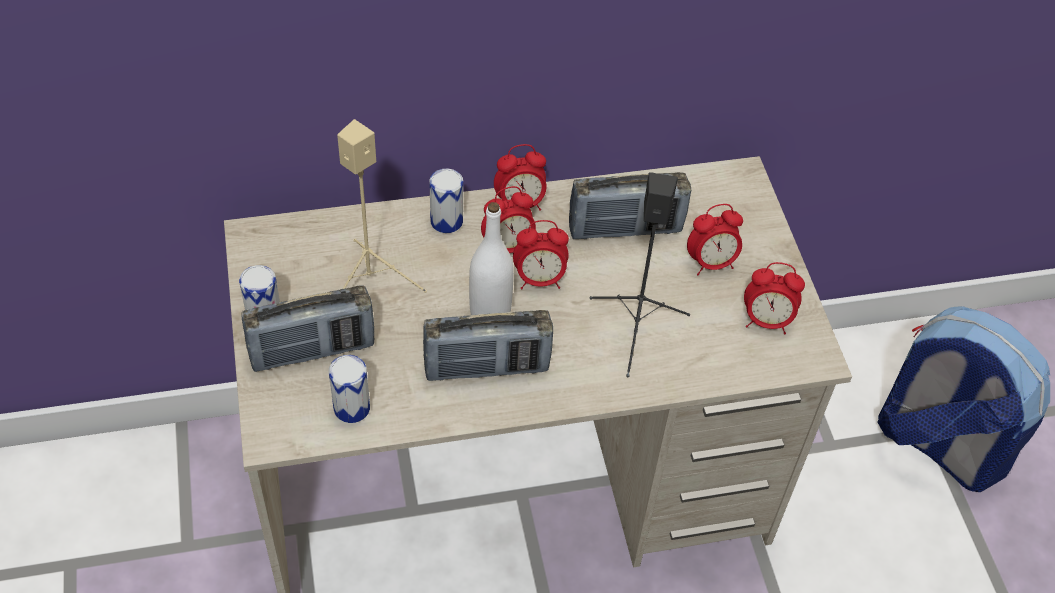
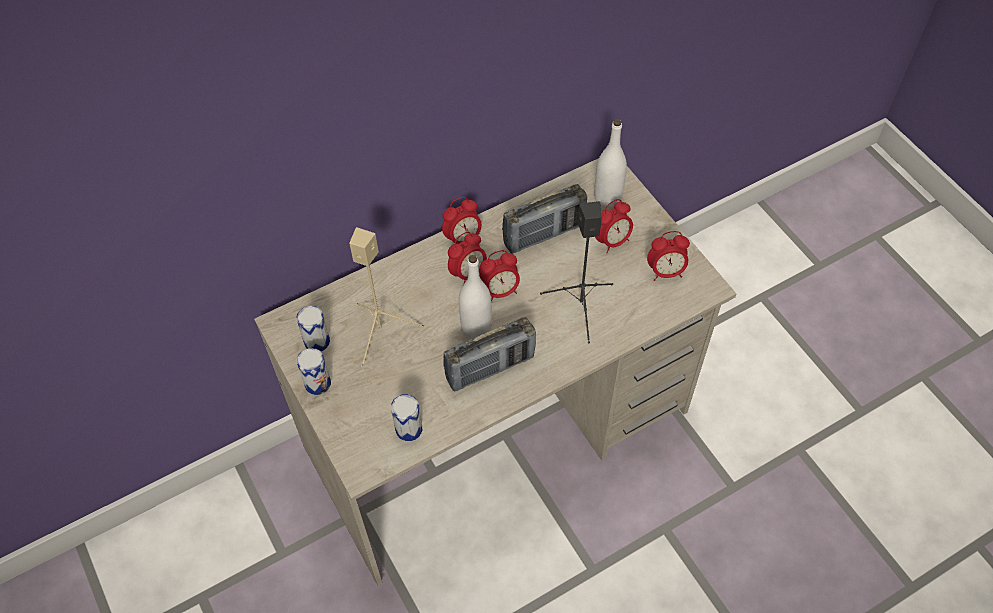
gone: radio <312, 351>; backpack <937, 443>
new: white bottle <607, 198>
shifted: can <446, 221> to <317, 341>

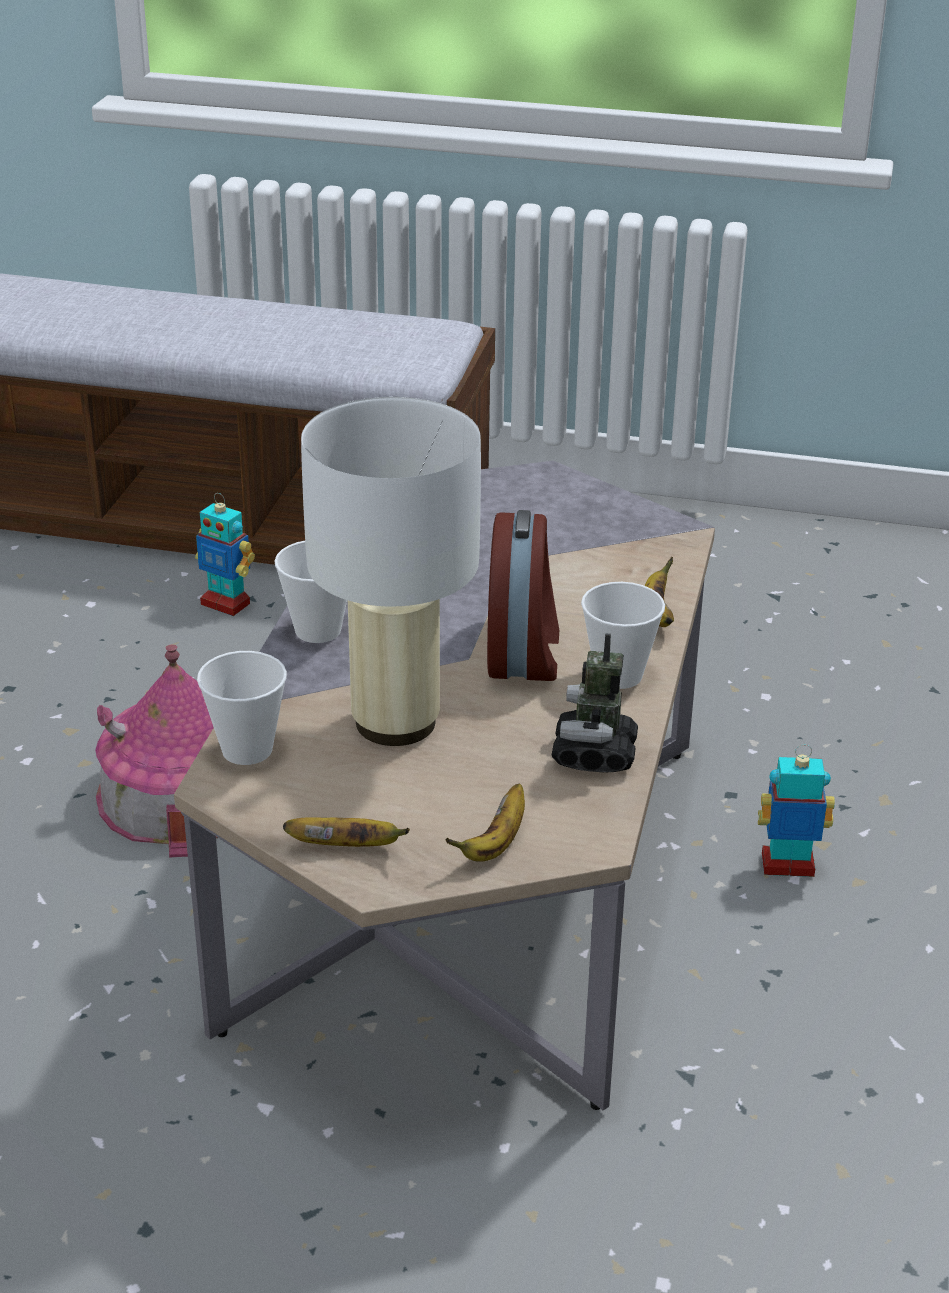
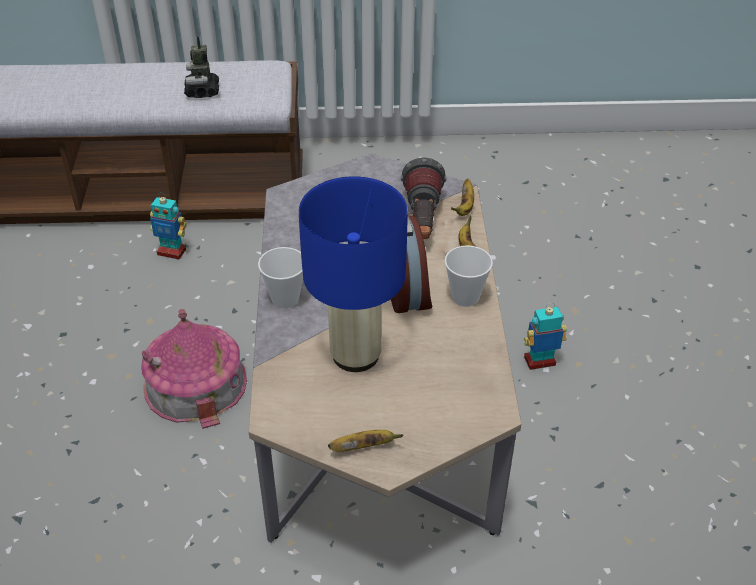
gone: cup <247, 750>
new: flashlight <422, 221>
shifted: banana <495, 844> to <465, 207>; toy robot <594, 754> to <202, 91>
repainted: white table lamp <398, 723> to blue table lamp <357, 355>

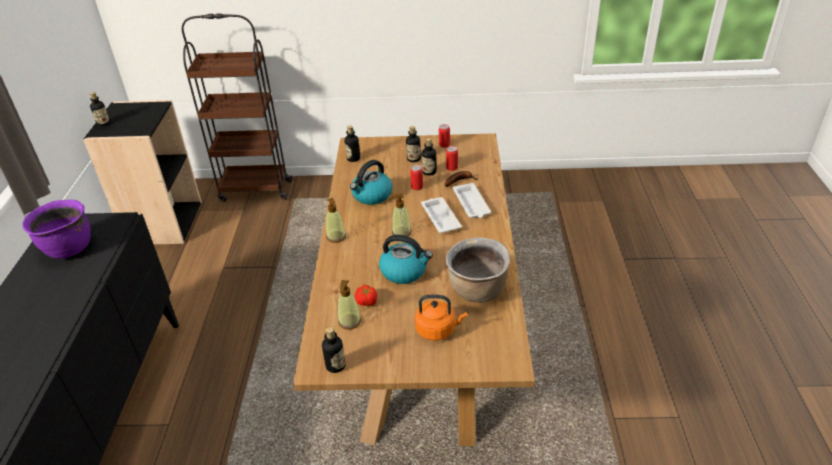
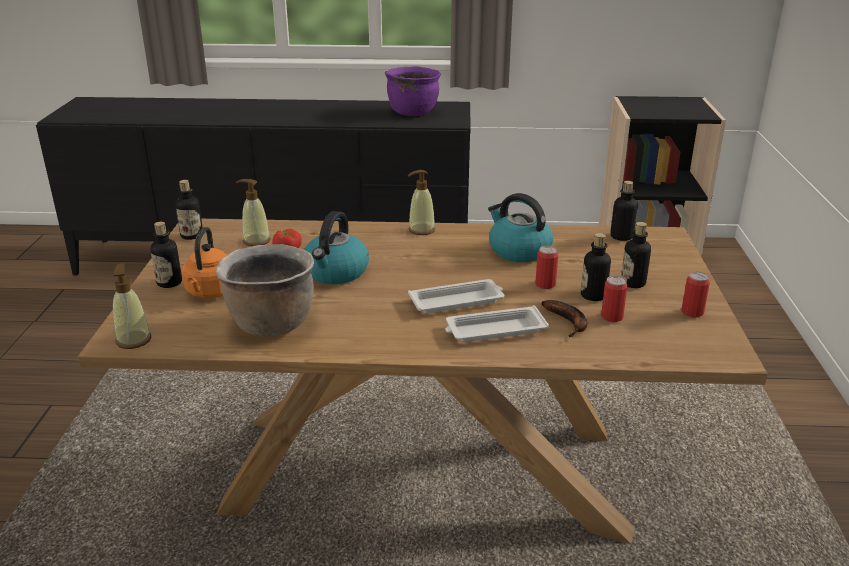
gone: brown cart <256, 191>
shifted: bottle <103, 123> to <169, 283>; soap dispenser <401, 232> to <133, 340>

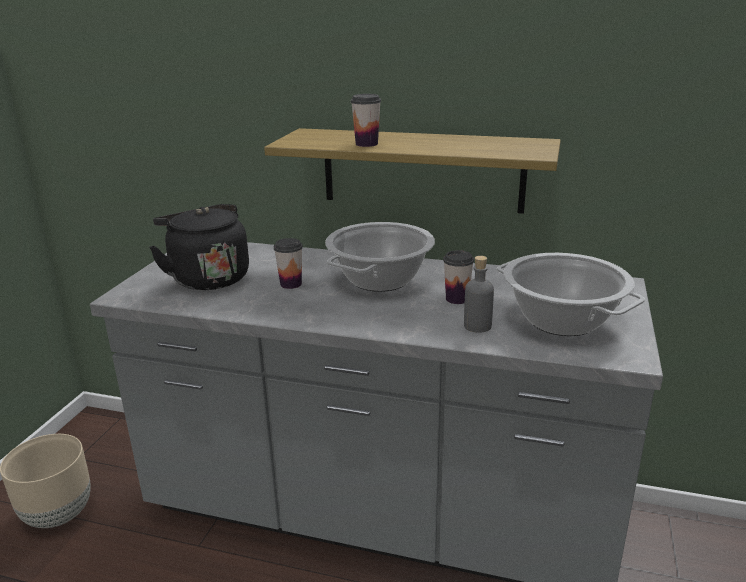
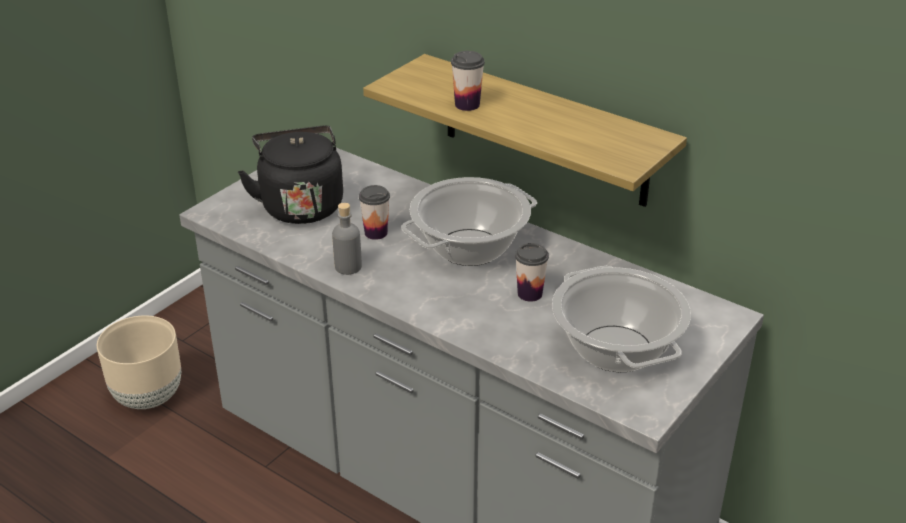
shifted: grey bottle <477, 326> to <348, 267>

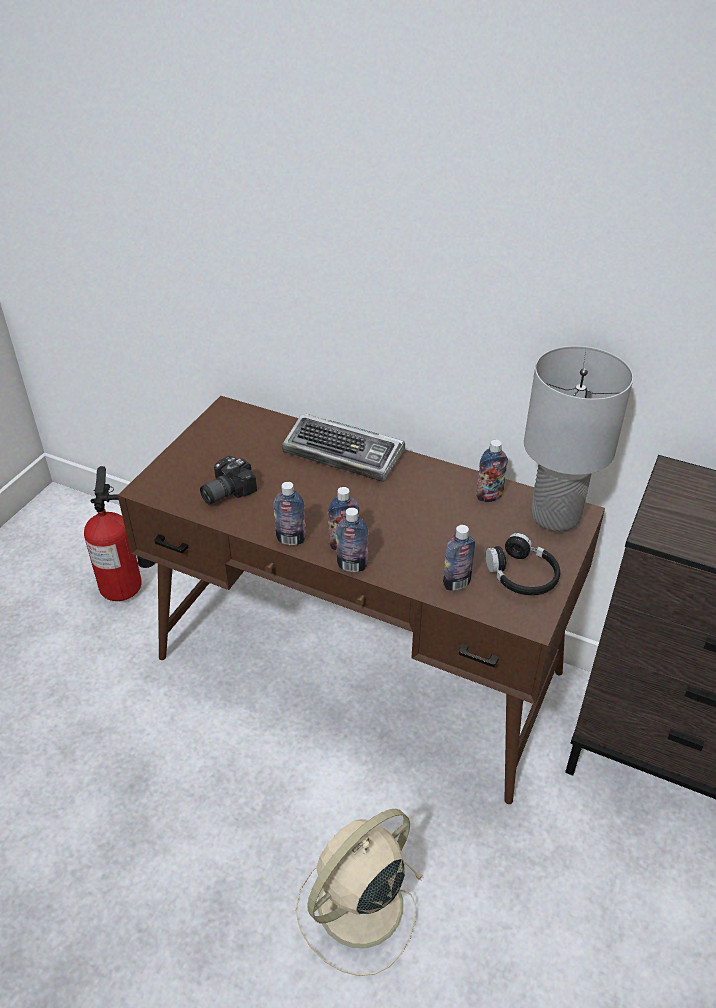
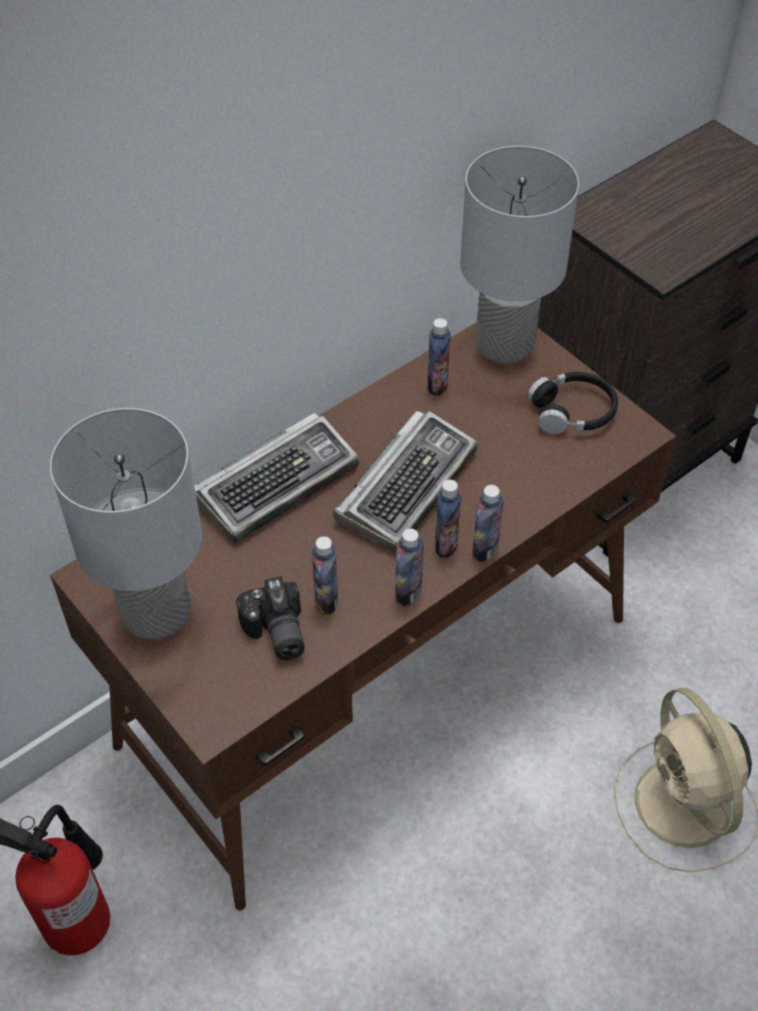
new: grey table lamp <157, 616>; keyboard <407, 486>
shifted: bottle <456, 583> to <326, 600>

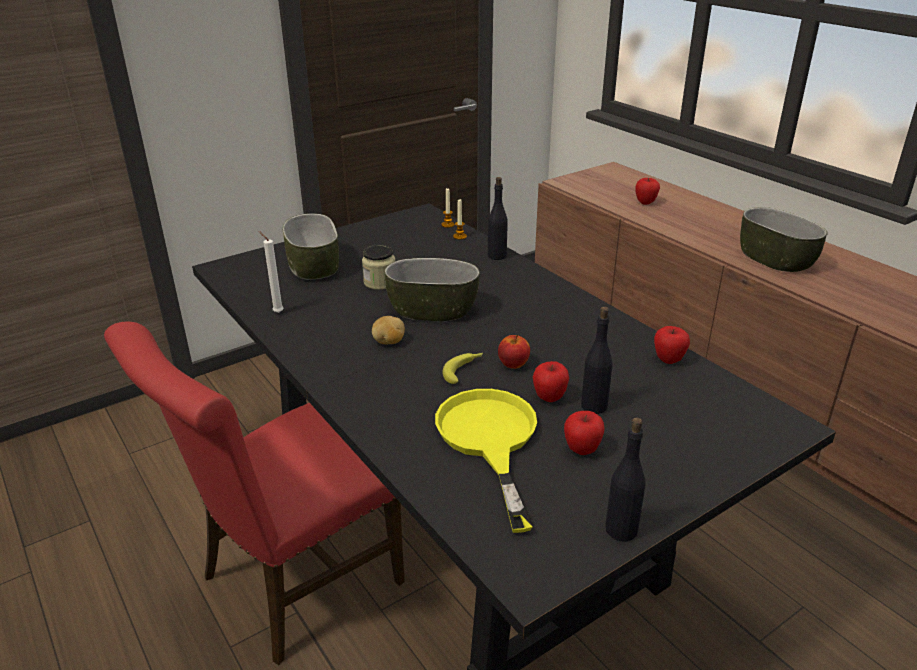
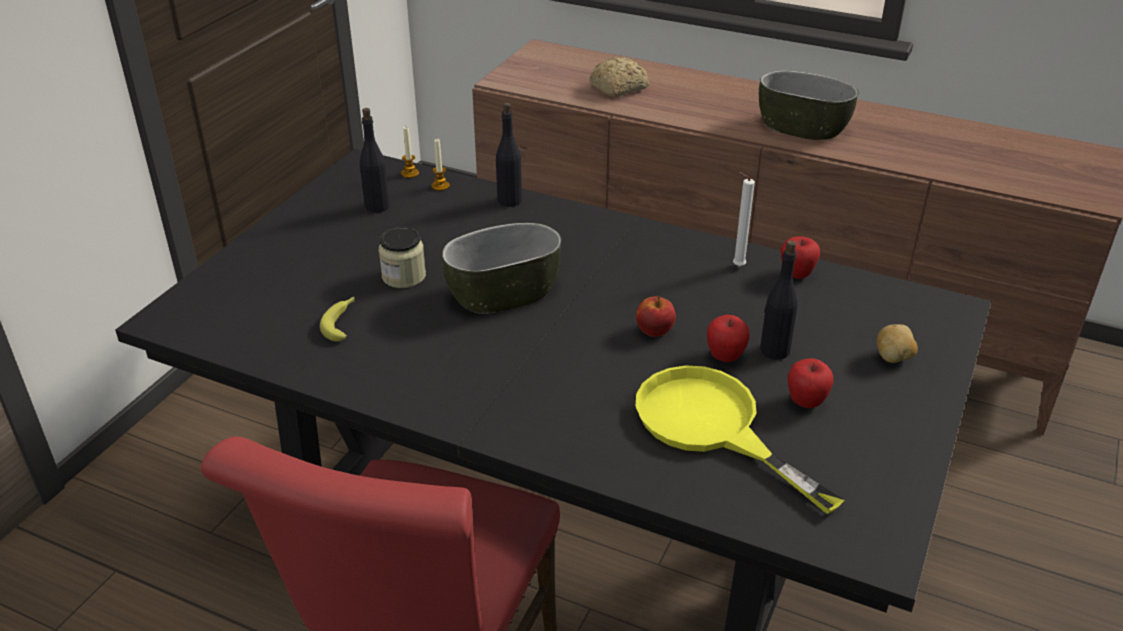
gone: bowl <314, 266>
shifted: white candle <277, 312> to <736, 266>; potato <389, 342> to <893, 358>; banana <464, 370> to <342, 322>; black bottle <621, 529> to <377, 206>
swapped: apple <645, 203> to bread <617, 88>

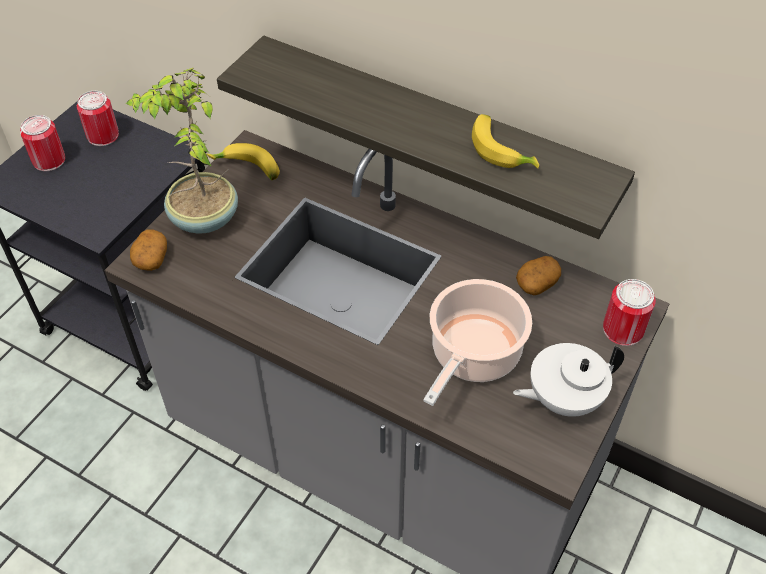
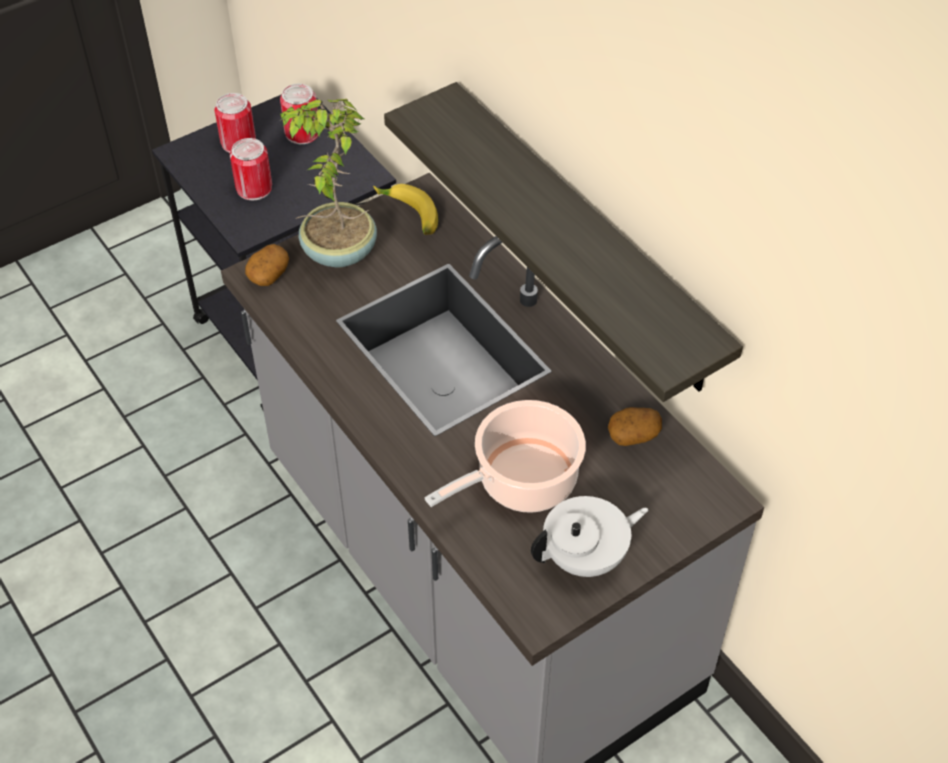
gone: banana <502, 150>
shifted: can <623, 330> to <254, 188>
rotated: white teapot <563, 398> = <586, 557> 150 degrees clockwise

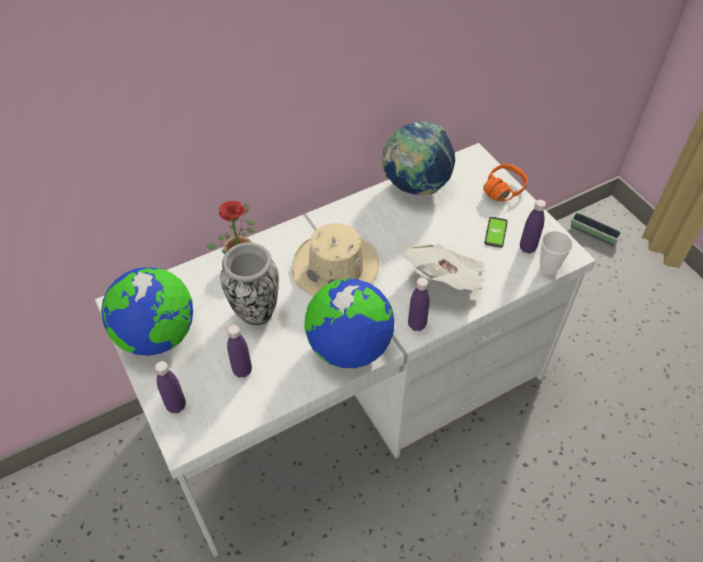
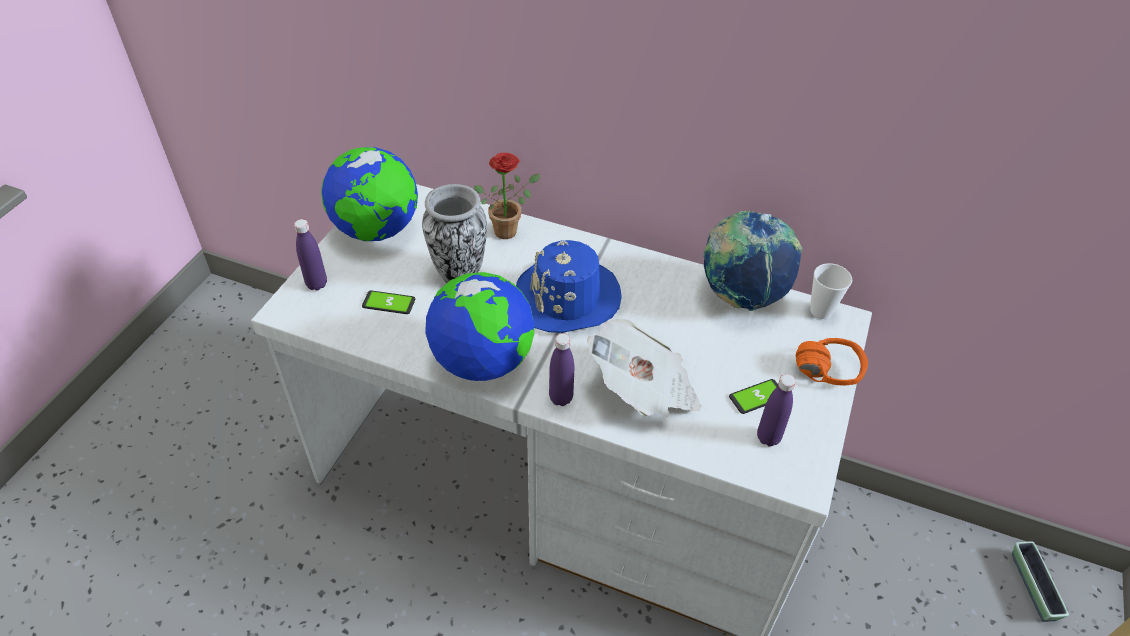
shifted: cup <548, 268> to <821, 311>
swapped: purple bottle <242, 370> to phone <388, 303>
repainted: beige hat <336, 268> to blue hat <567, 298>

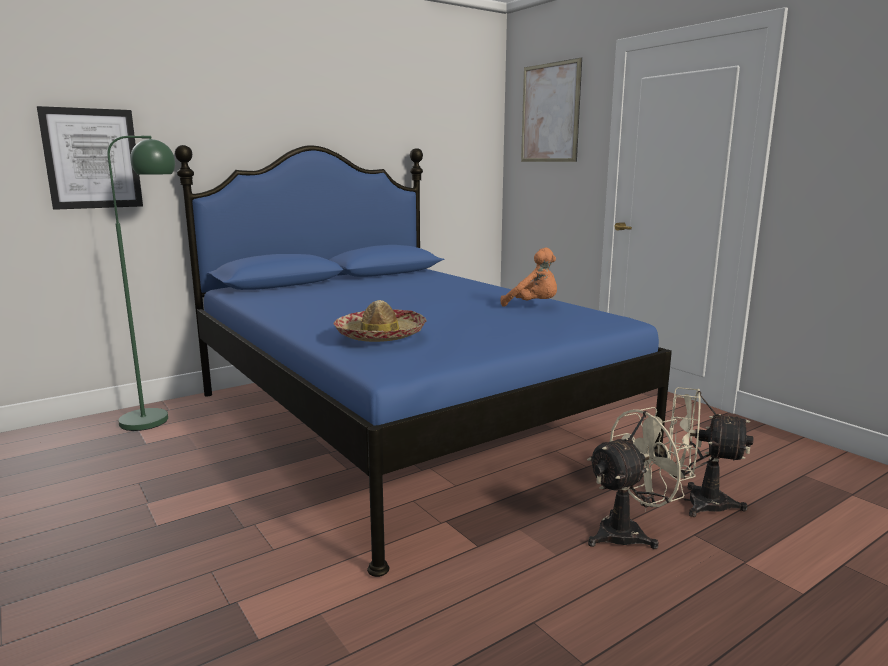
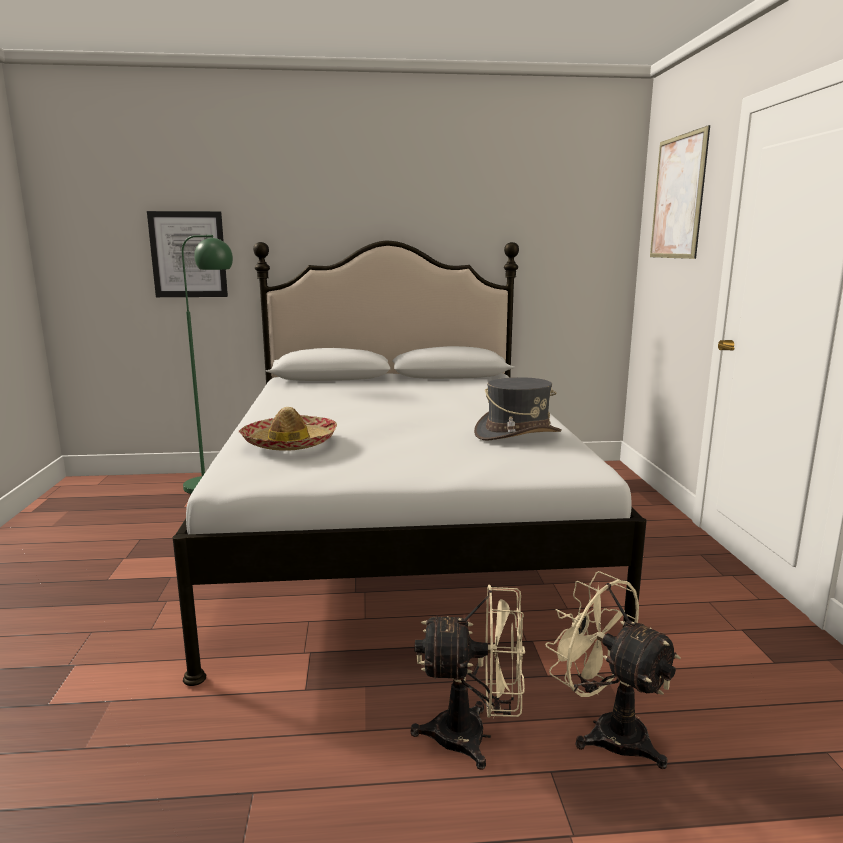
swapped: orange plush toy <534, 305> to grey hat <517, 434>
repainted: blue bed <405, 423> to white bed <400, 539>

